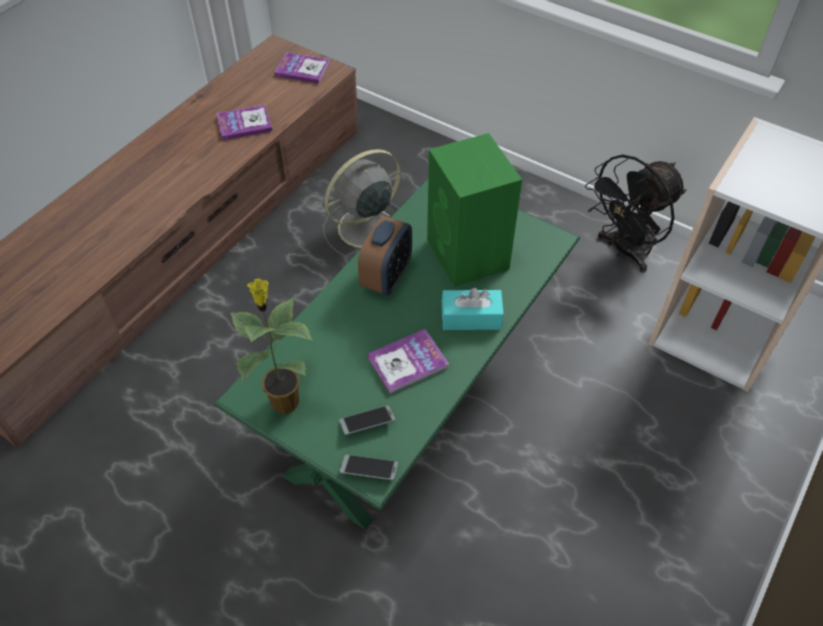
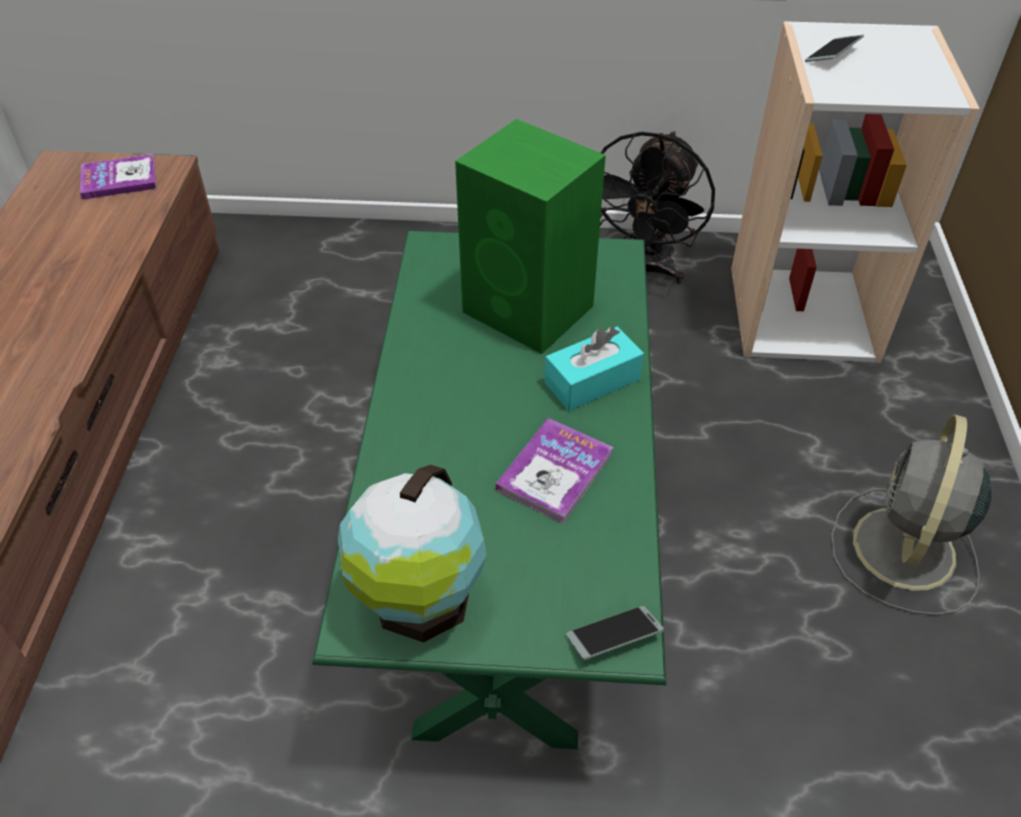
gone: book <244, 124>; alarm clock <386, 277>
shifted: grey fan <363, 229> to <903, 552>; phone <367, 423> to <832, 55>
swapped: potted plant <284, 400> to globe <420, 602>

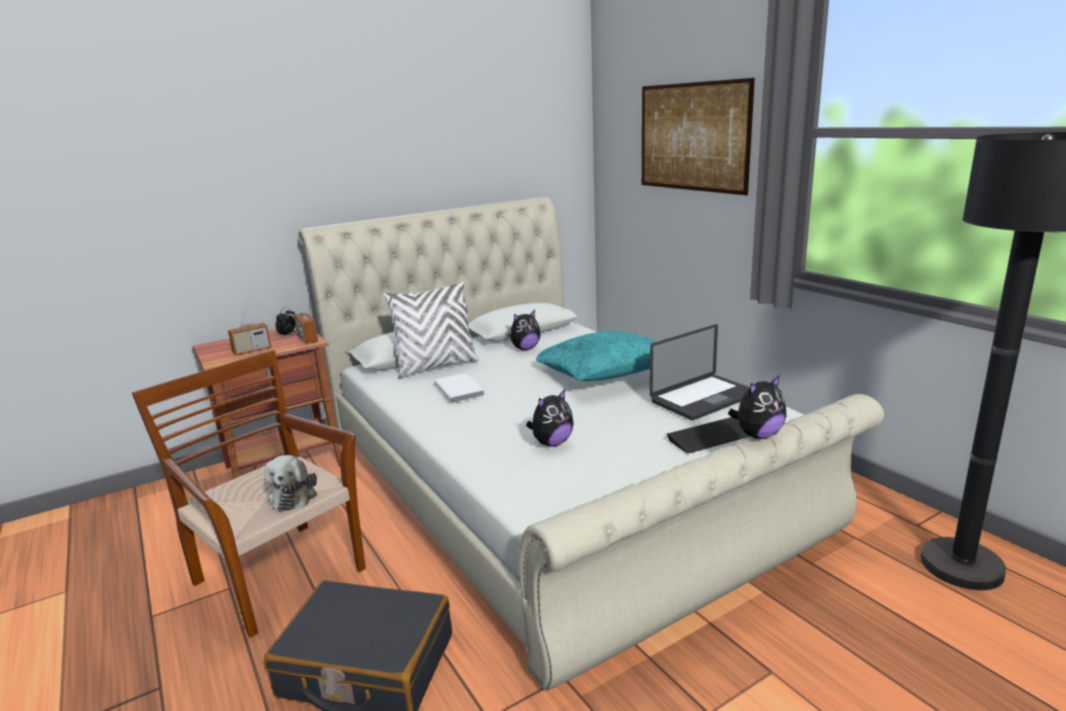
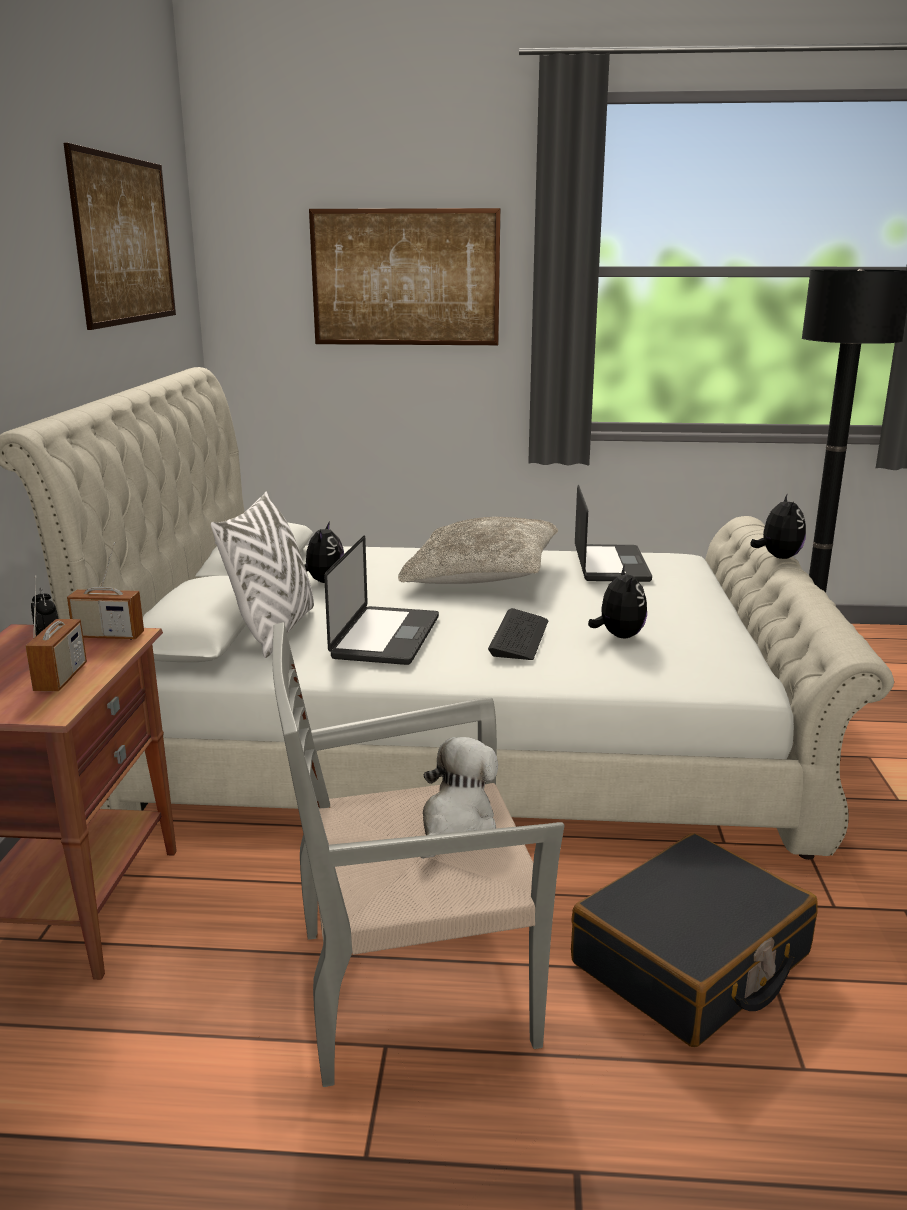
new: picture <125, 240>
shifted: keyboard <713, 436> to <519, 637>
swapped: white book <460, 390> to laptop <386, 637>
repainted: brown armchair <279, 575> to grey armchair <411, 986>; turquoise pillow <604, 375> to beige pillow <481, 576>
rotated: plush toy <294, 495> = <455, 825> 90 degrees counterclockwise

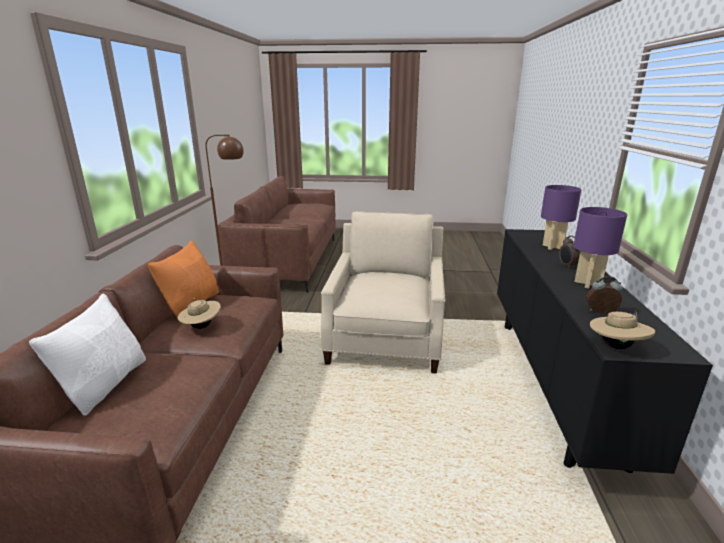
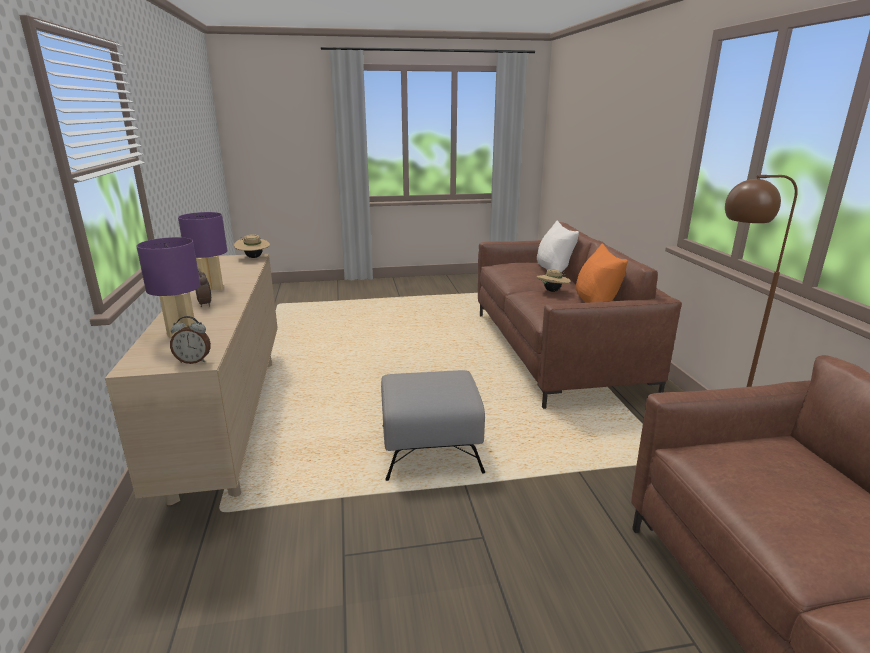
shifted: alarm clock <601, 312> to <194, 361>
swapped: beige armchair <386, 336> to grey ottoman <429, 448>
repainted: black cabinet <554, 382> to beige cabinet <229, 420>

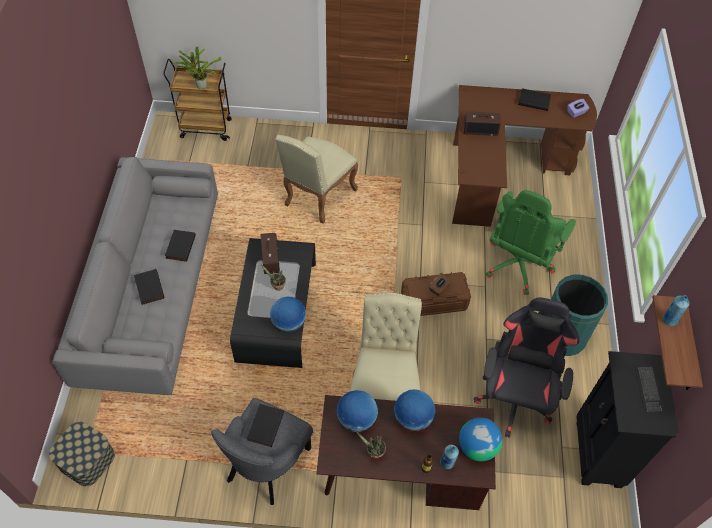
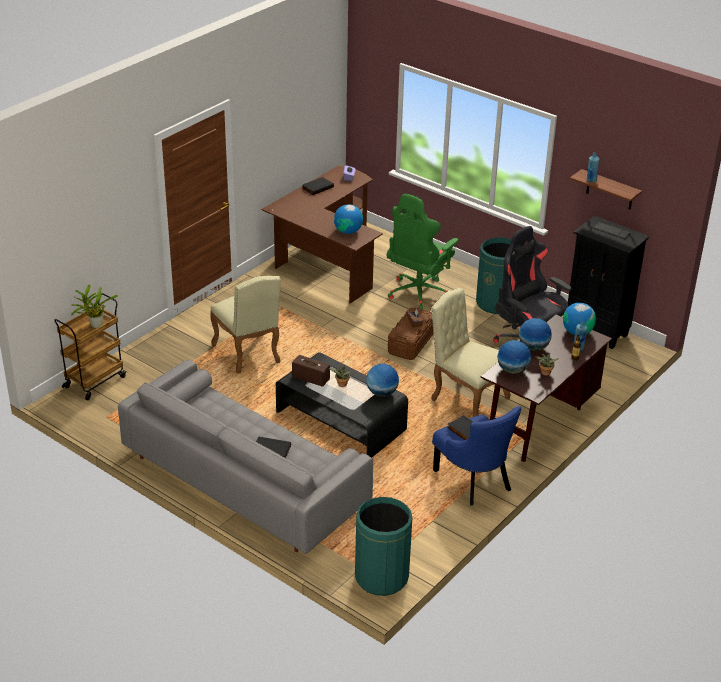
gone: black book <180, 246>; radio <480, 129>
new: globe <348, 231>
swapped: storage box <86, 459> to green trash can <381, 577>
repainted: grey armchair <267, 462> to blue armchair <472, 479>
rotated: green office chair <518, 264> = <418, 292> 60 degrees clockwise

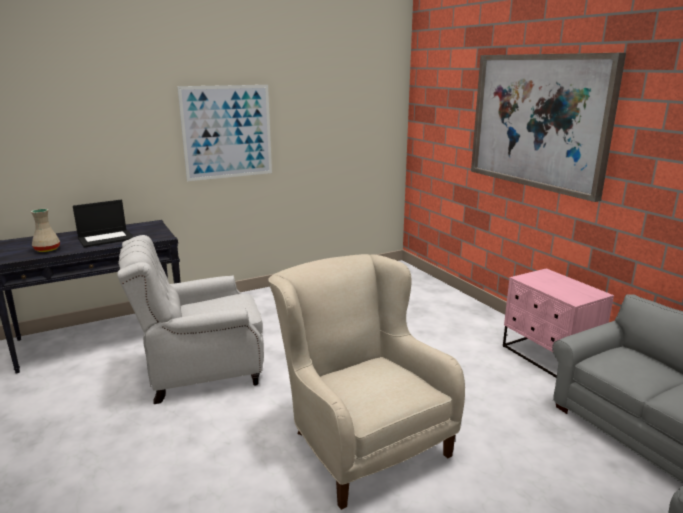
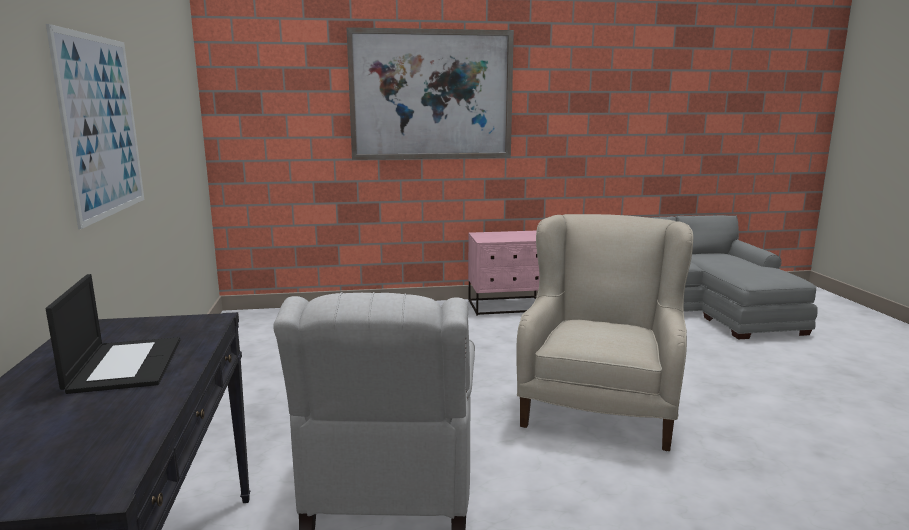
gone: beige vase <48, 249>
rotated: beige armchair <358, 440> = <600, 404> 120 degrees clockwise

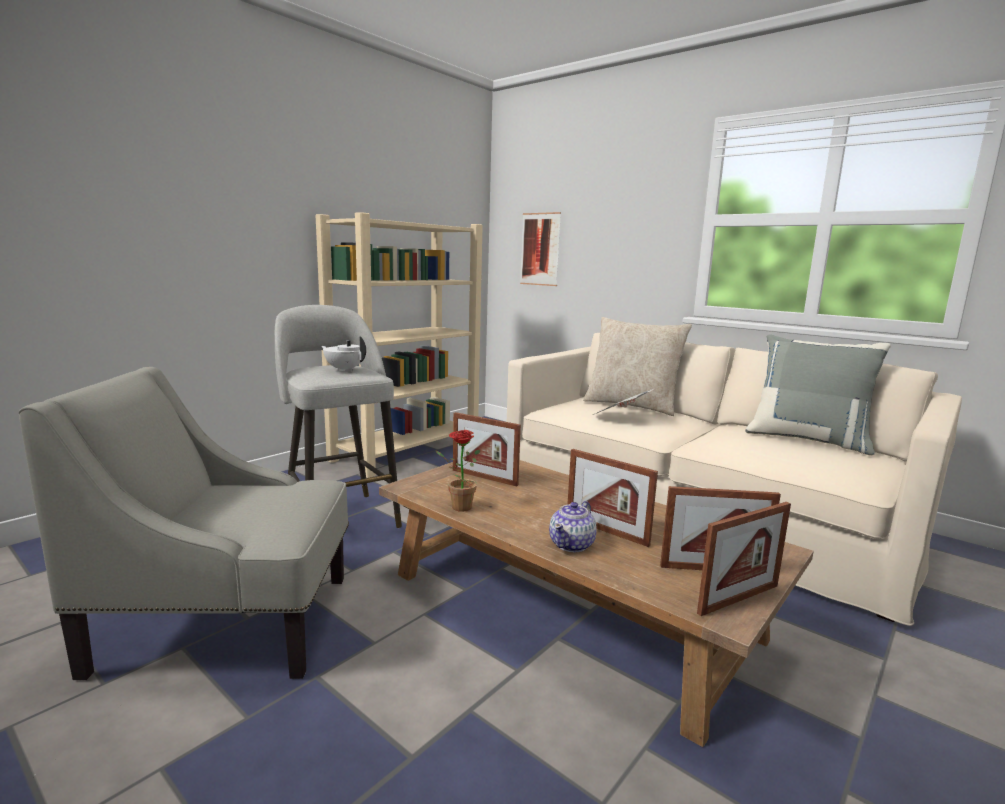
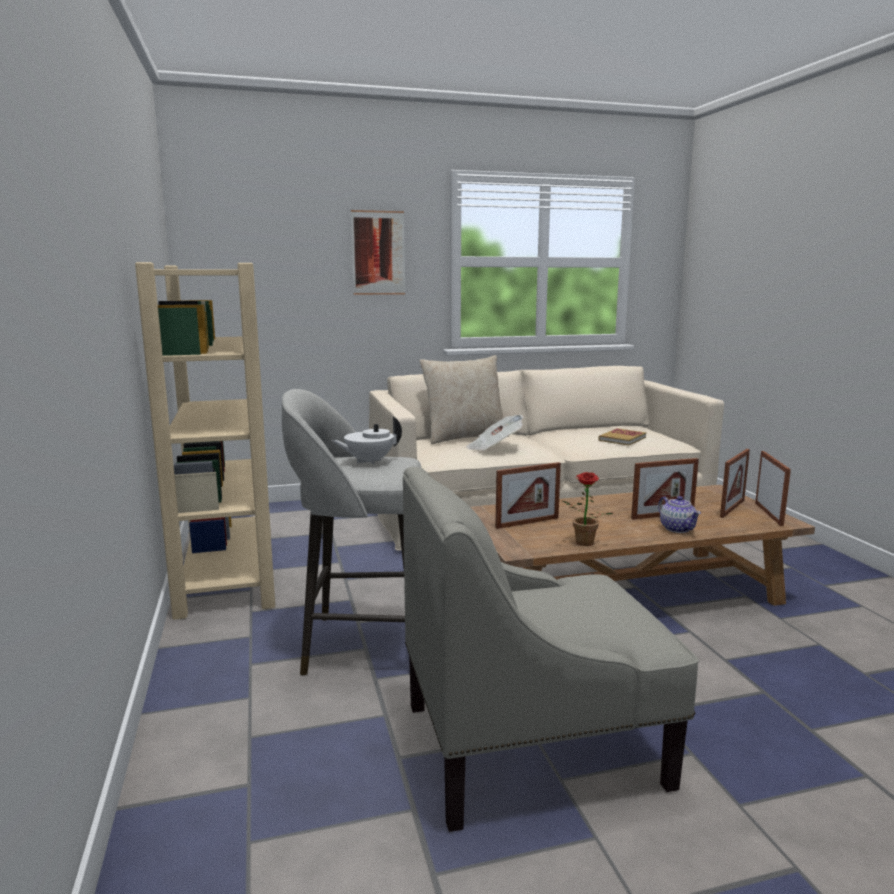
gone: grey pillow <808, 439>
new: book <622, 439>
shifted: picture <540, 249> to <378, 253>
rotated: grey armchair <230, 622> = <534, 744> 45 degrees clockwise

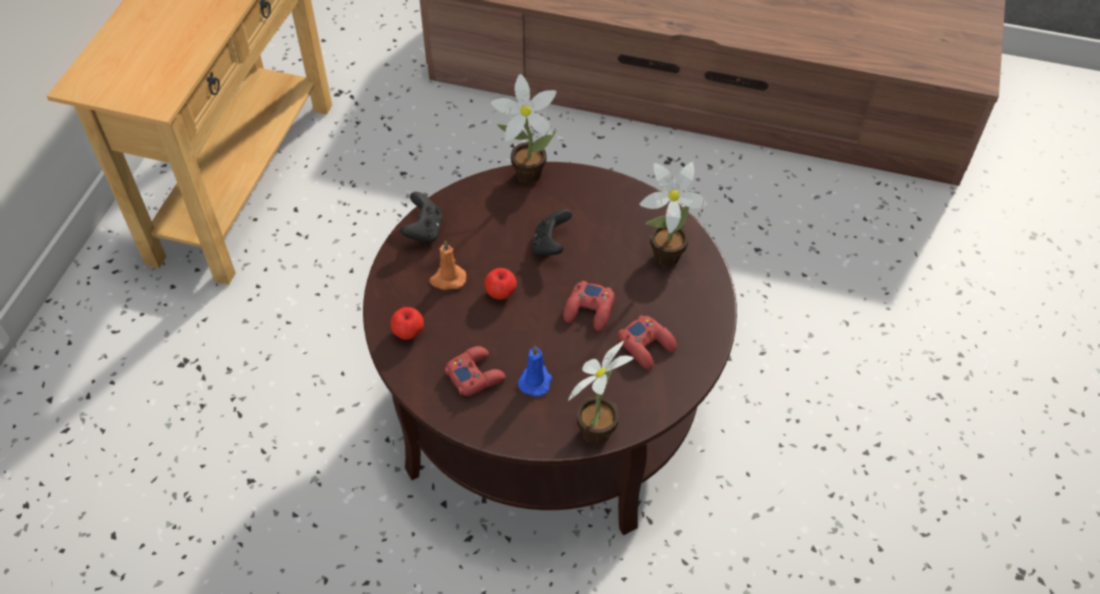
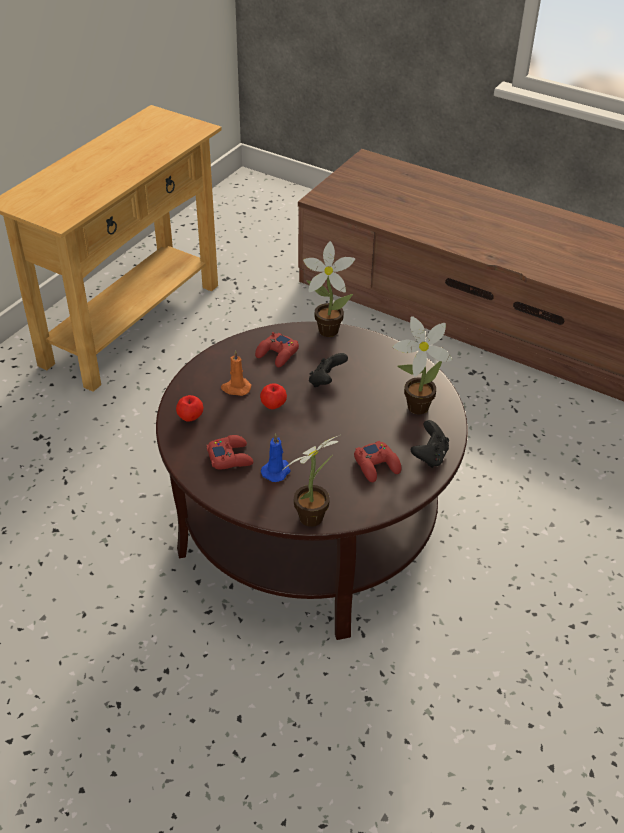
shifted: black game controller <424, 231> to <430, 456>; red game controller <589, 310> to <277, 354>

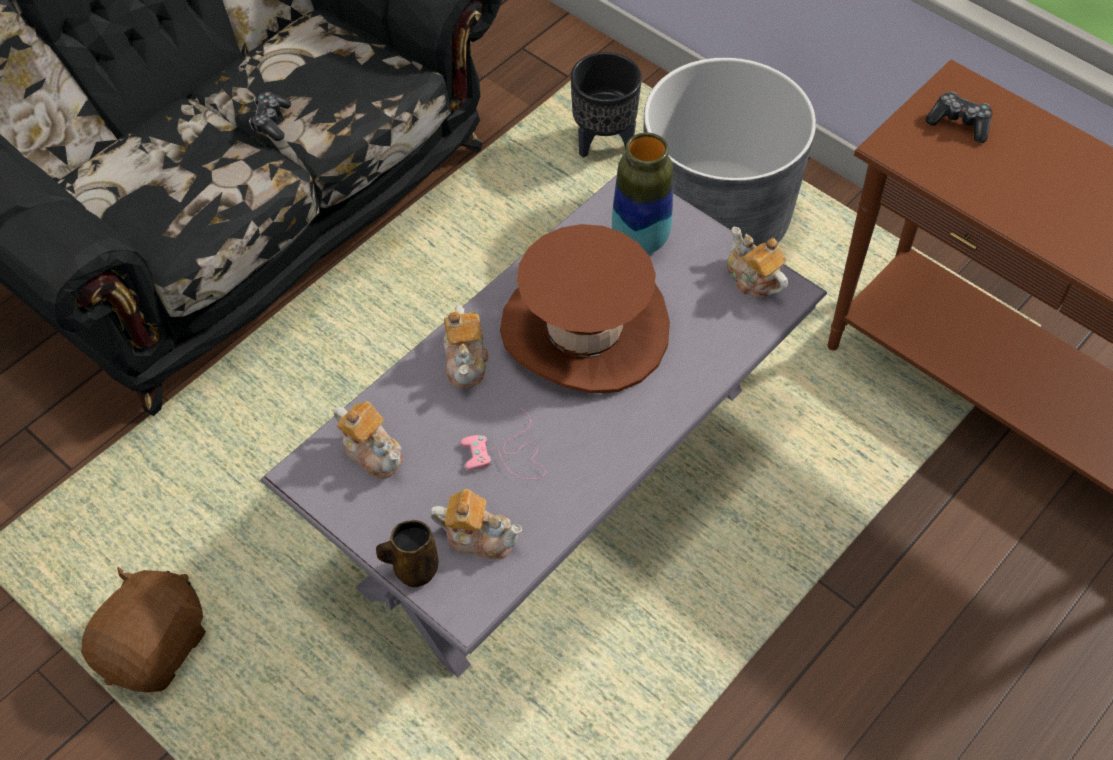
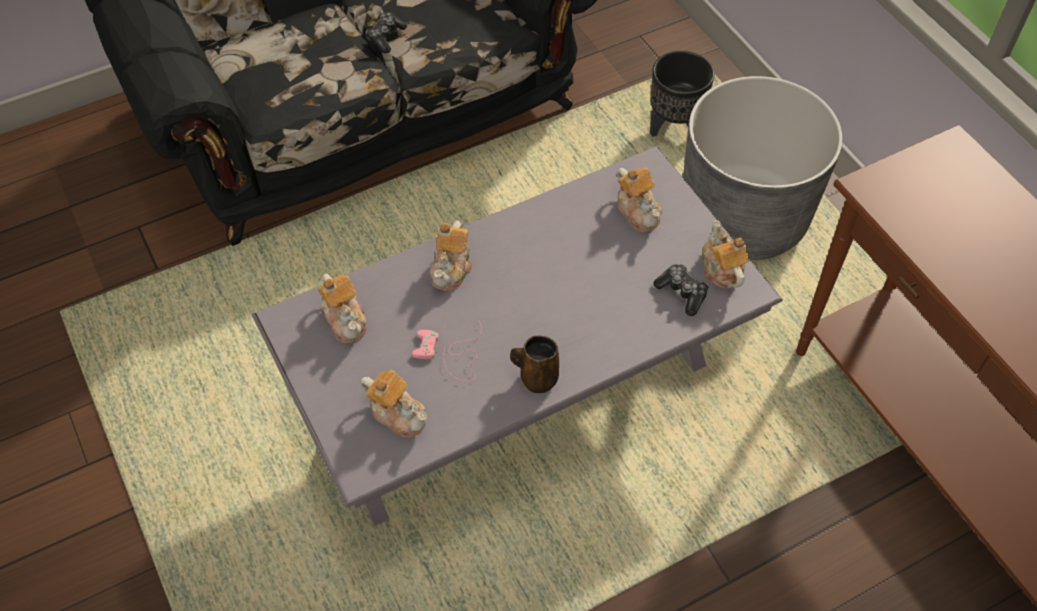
gone: brown plush toy <155, 648>; brown hat <585, 329>
shifted: brown mug <413, 569> to <537, 378>; game controller <959, 123> to <682, 293>
swapped: vase <640, 241> to teapot <638, 211>

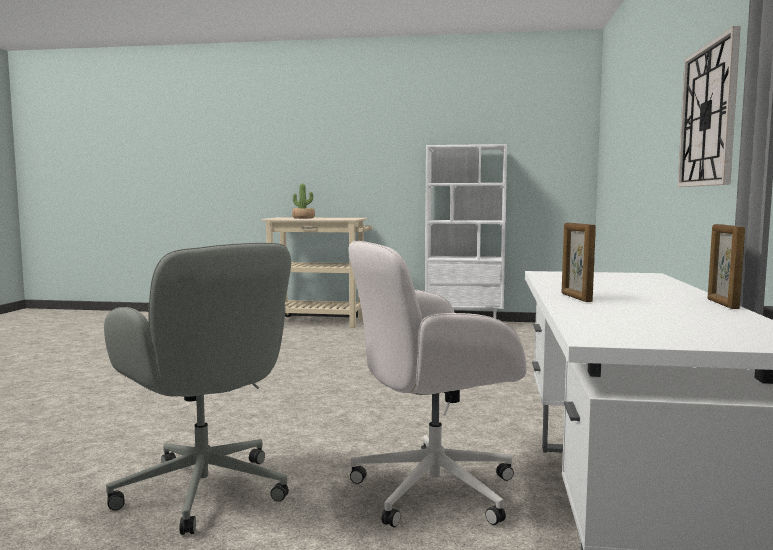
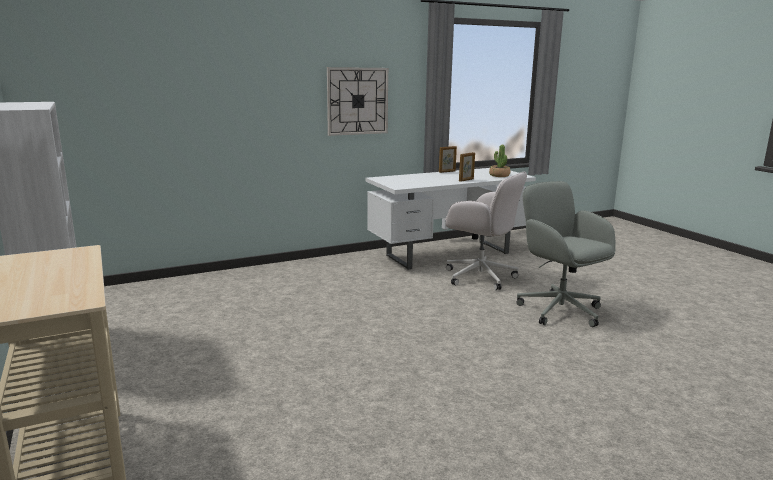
shifted: potted plant <303, 218> to <499, 175>
rotated: grey office chair <202, 491> = <560, 311> 45 degrees counterclockwise

